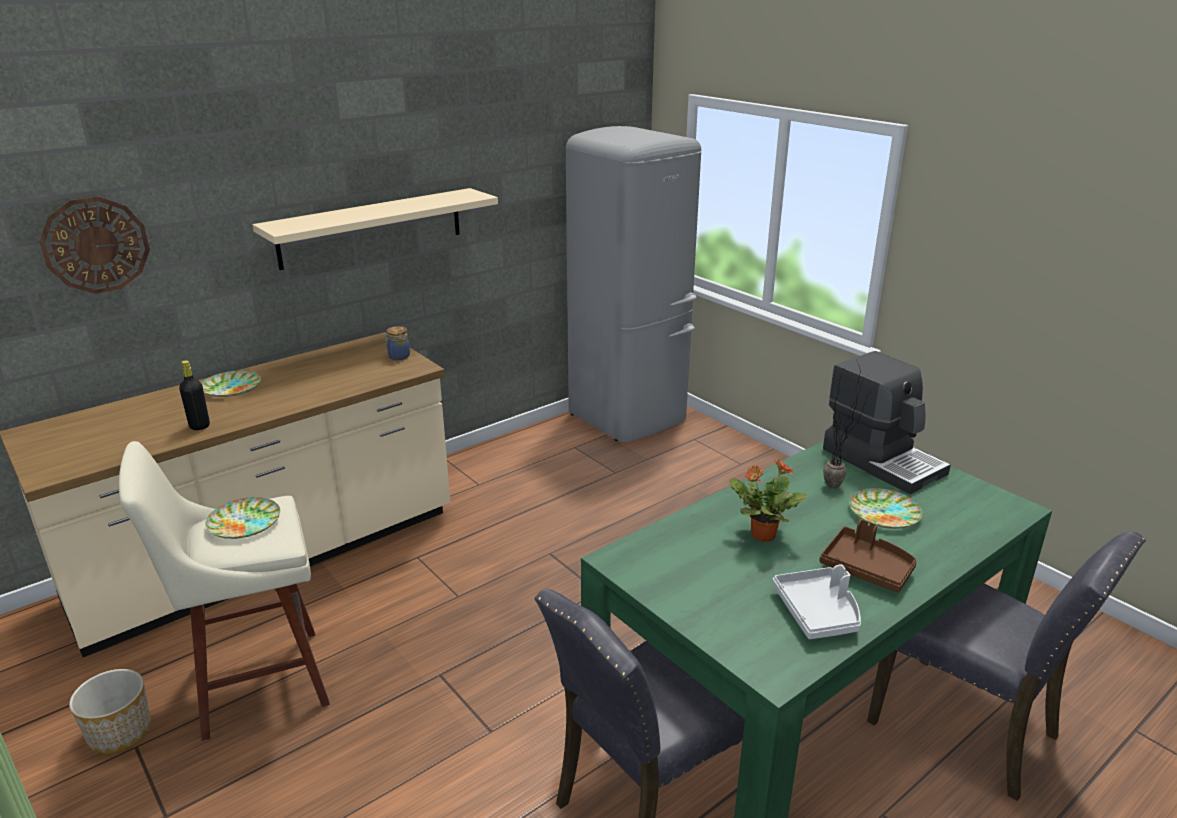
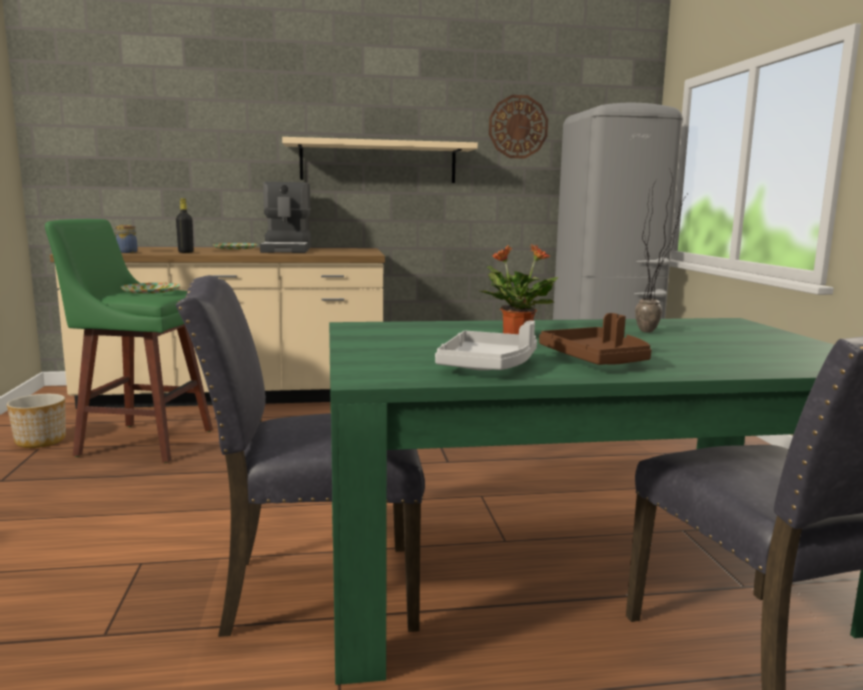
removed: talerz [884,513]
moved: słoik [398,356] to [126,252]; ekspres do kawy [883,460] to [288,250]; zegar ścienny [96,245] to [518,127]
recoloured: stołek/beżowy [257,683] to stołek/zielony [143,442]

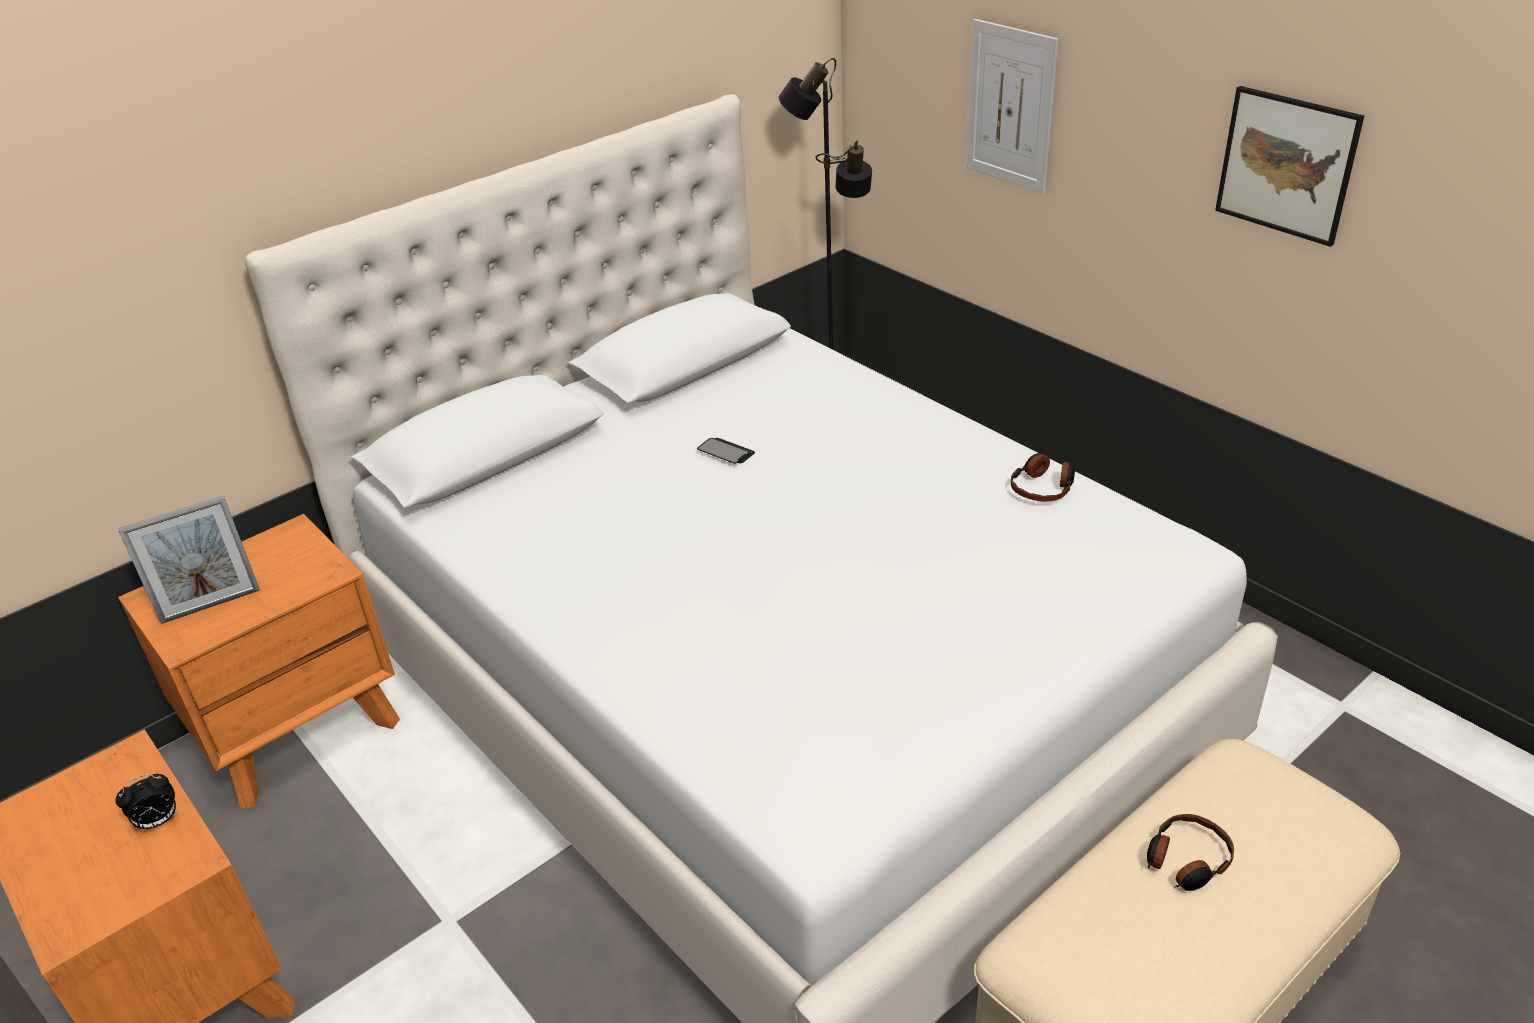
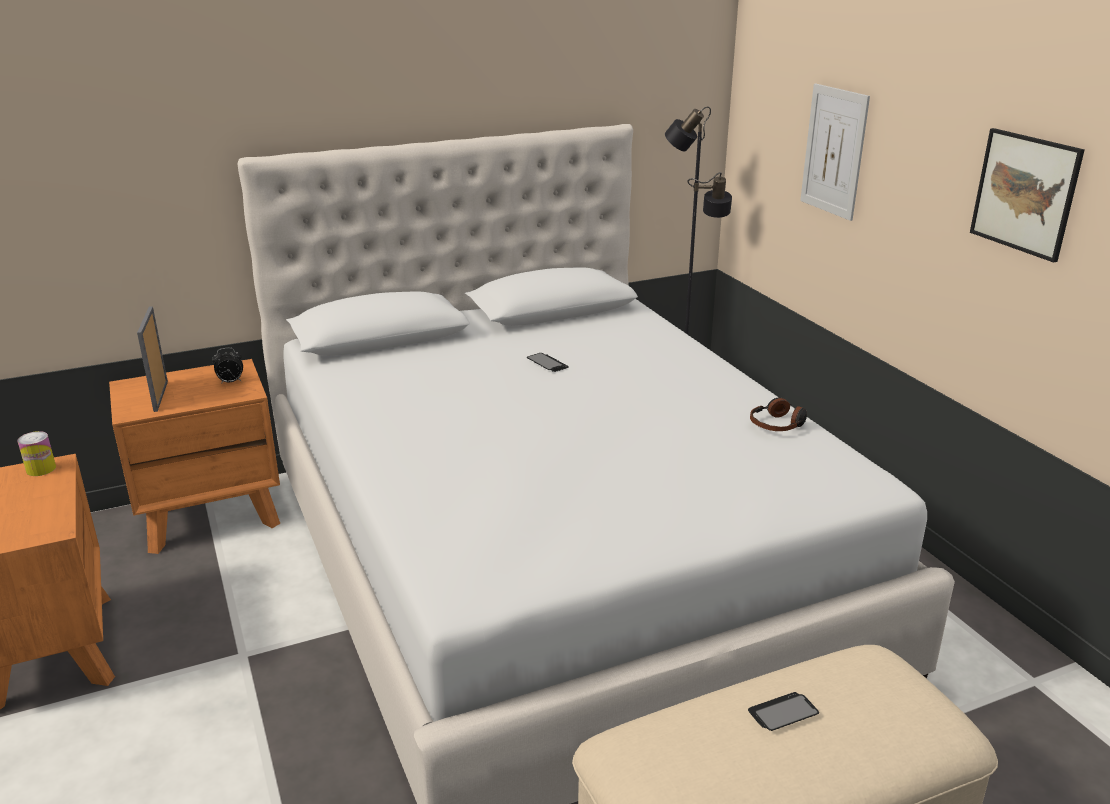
added: puszka [41,469]
moved: budzik [158,822] to [230,382]
replaced: słuchawki [1186,861] to telefon [782,713]
turned: ramka na zdjęcie [210,605] = [160,396] 90 degrees clockwise

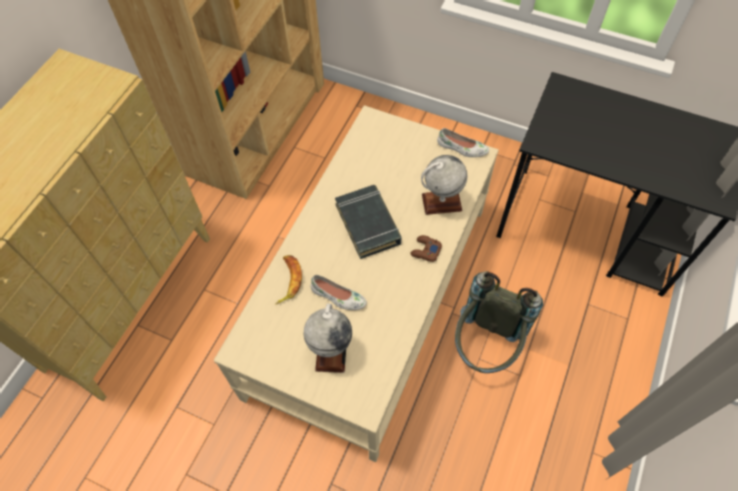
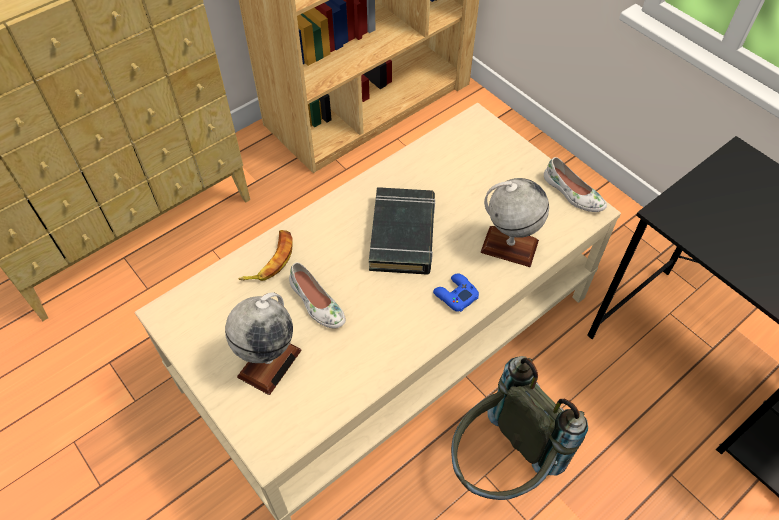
recoloured: pad do gier/brązowy [425,251] to pad do gier/niebieski [455,295]

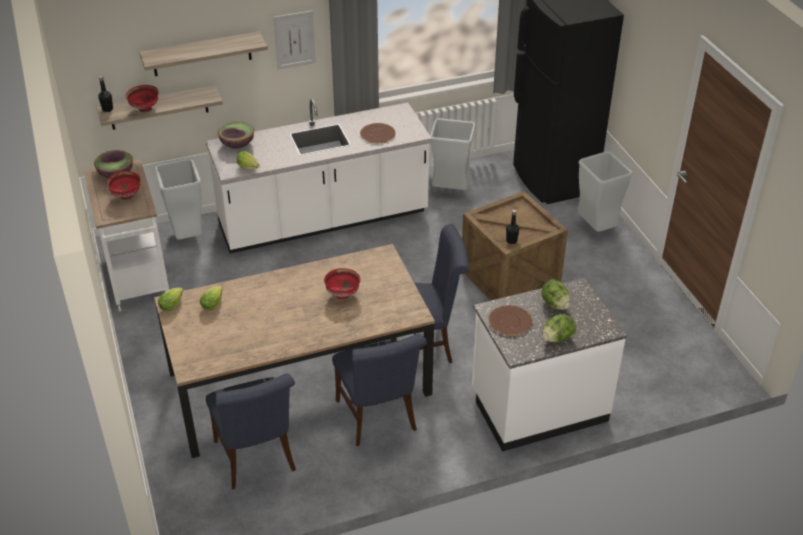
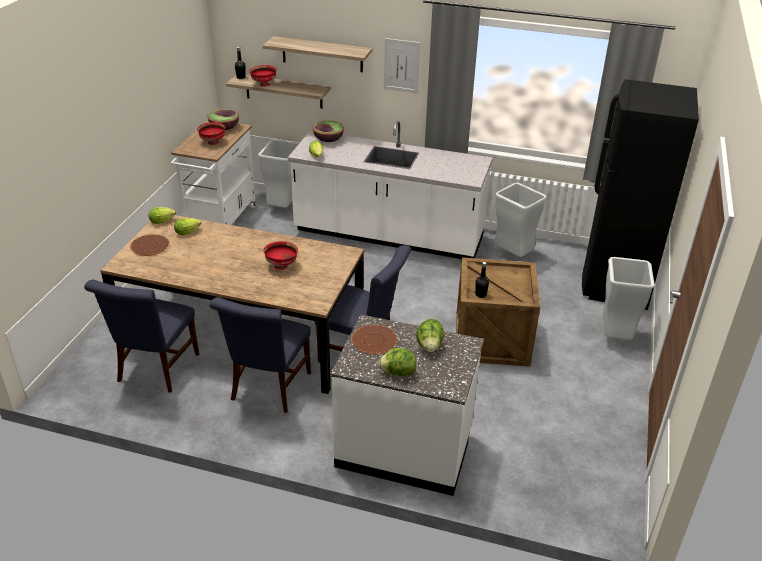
moved: talerz/brązowy [378,134] to [150,246]

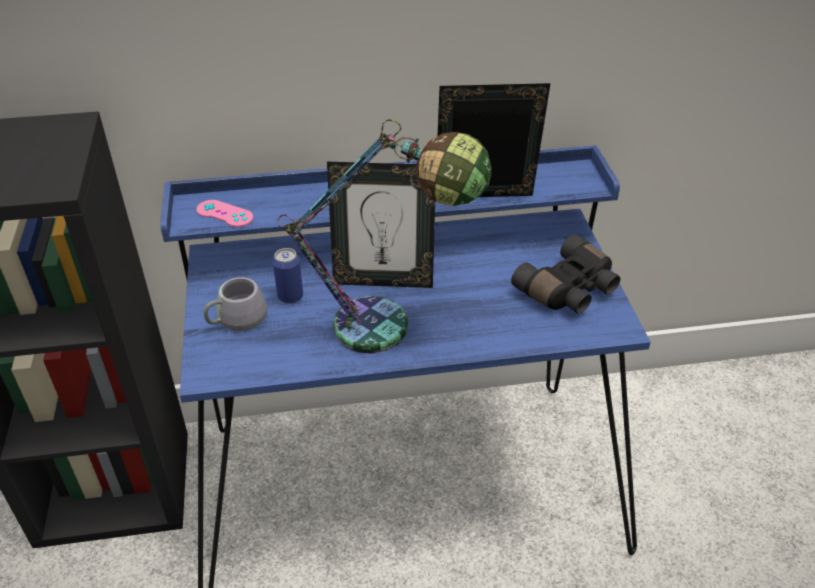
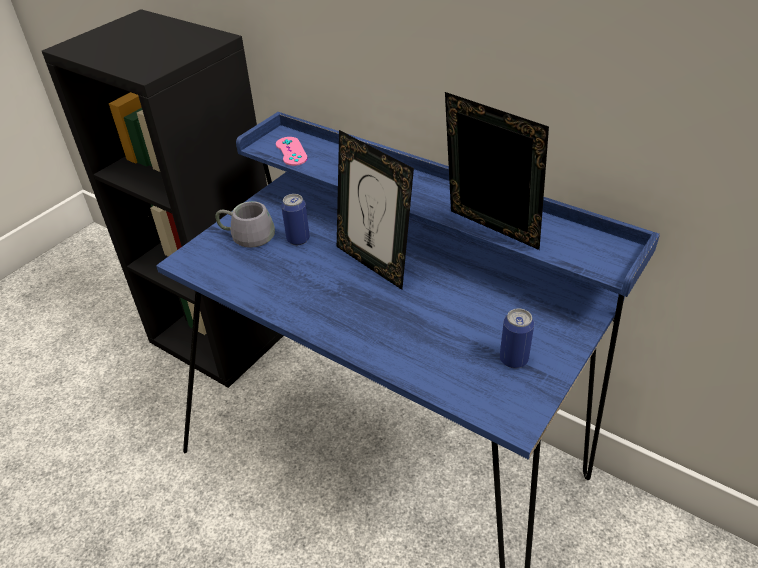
removed: lampa stołowa [393,331]
replaced: lornetka/czarny [569,290] to puszka [513,359]

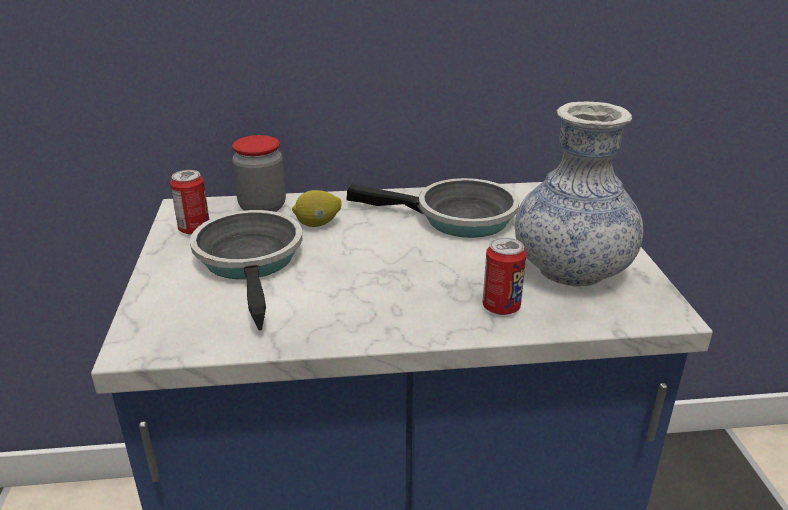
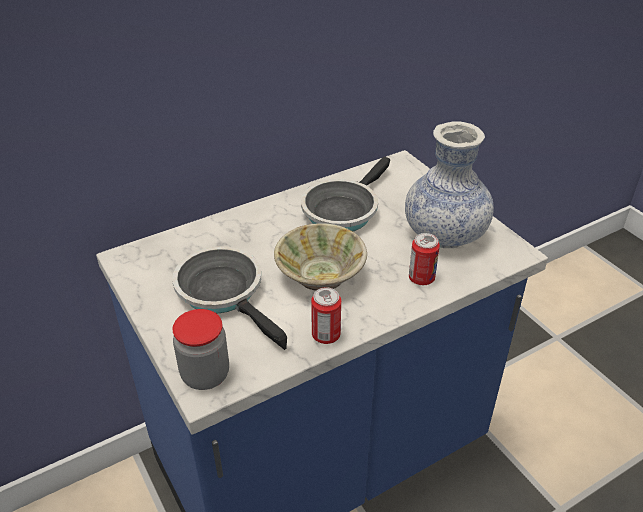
removed: cytryna [317,224]
added: miska/beżowy [320,276]
moved: słoik [262,207] to [205,375]; puszka [194,229] to [326,335]
turned: patelnia [457,218] = [342,210] 135 degrees clockwise

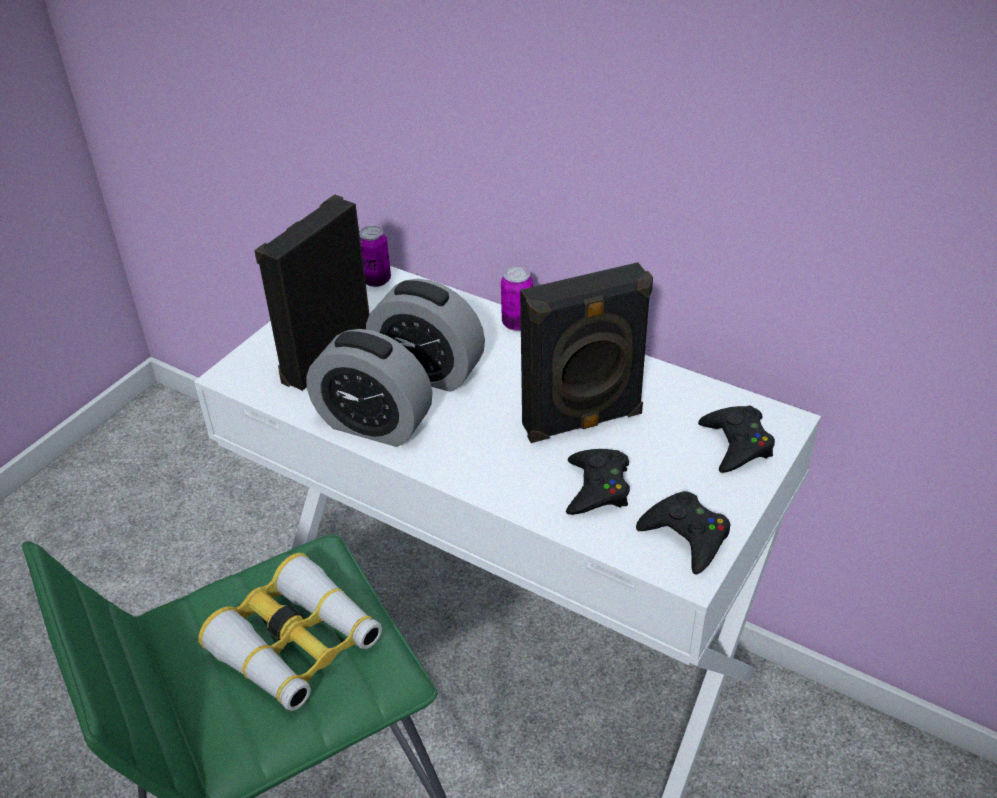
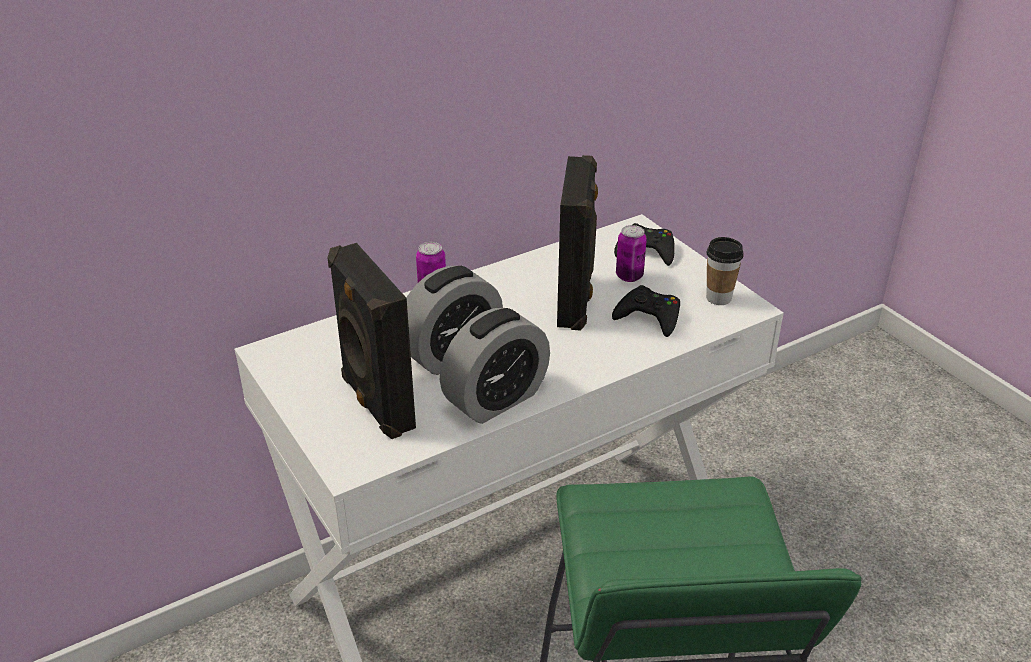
removed: lornetka [297,645]
moved: puszka [376,280] to [629,276]
replaced: pad do gier/czarny [686,536] to filiżanka [718,298]

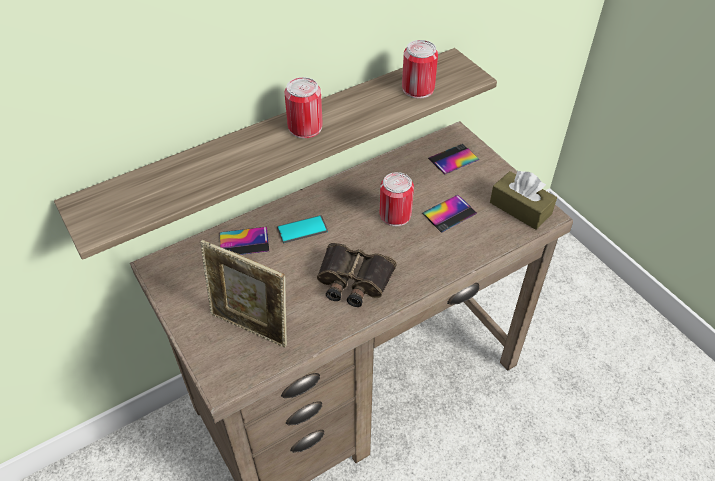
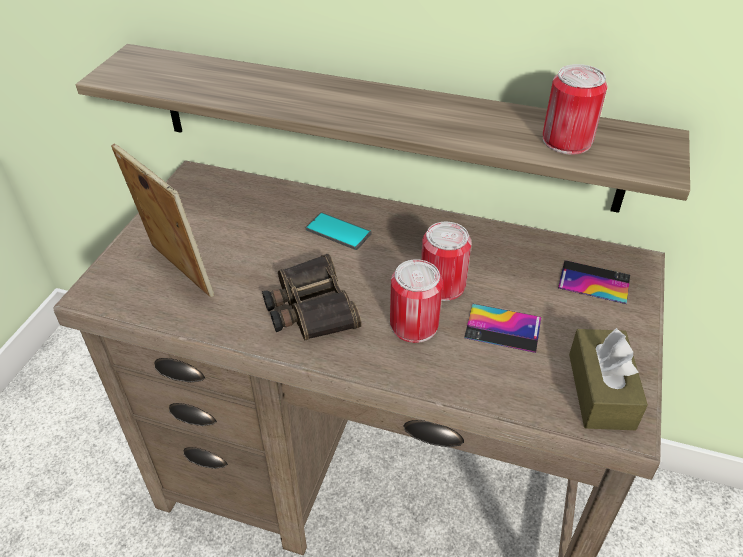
removed: telefon [244,242]
moved: puszka [305,127] to [414,325]
turned: ramka na zdjęcie [251,327] = [177,272] 150 degrees clockwise

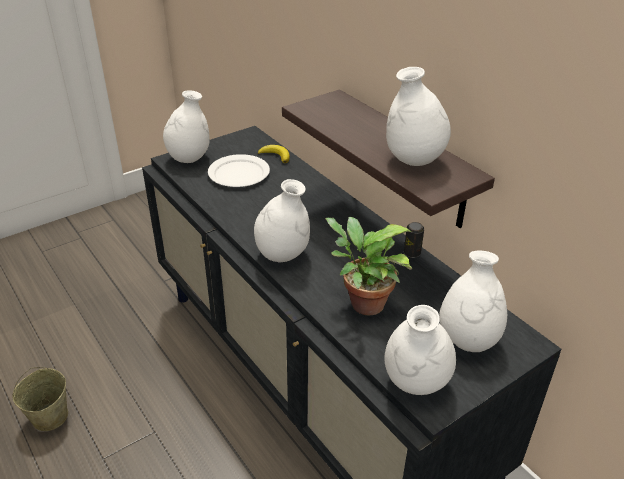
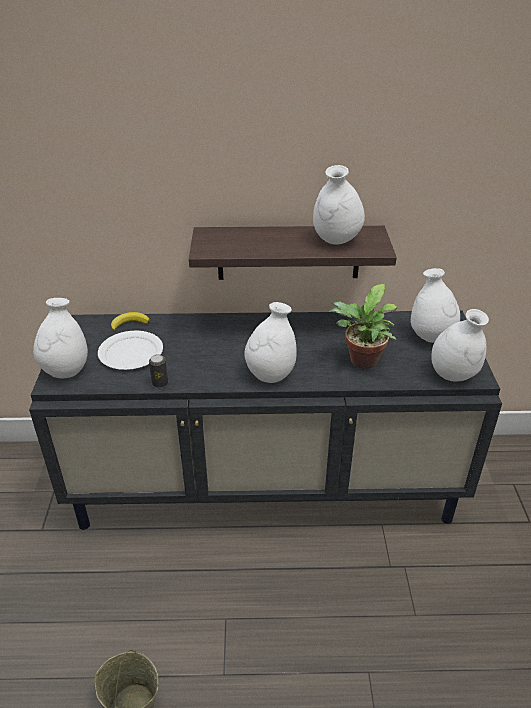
moved: puszka [412,253] to [160,383]

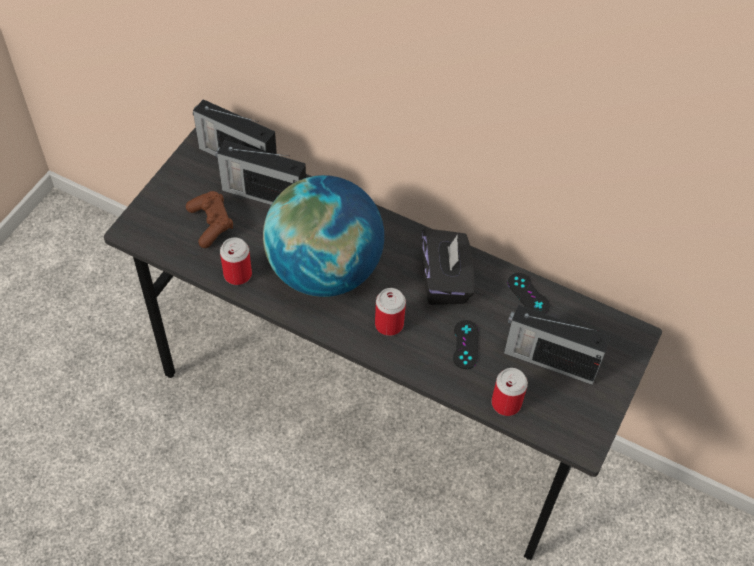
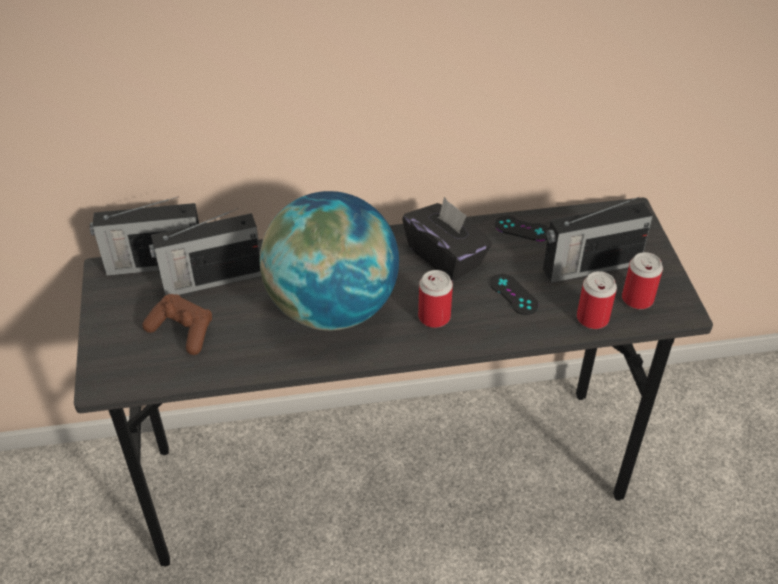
moved: puszka [237,274] to [637,299]

